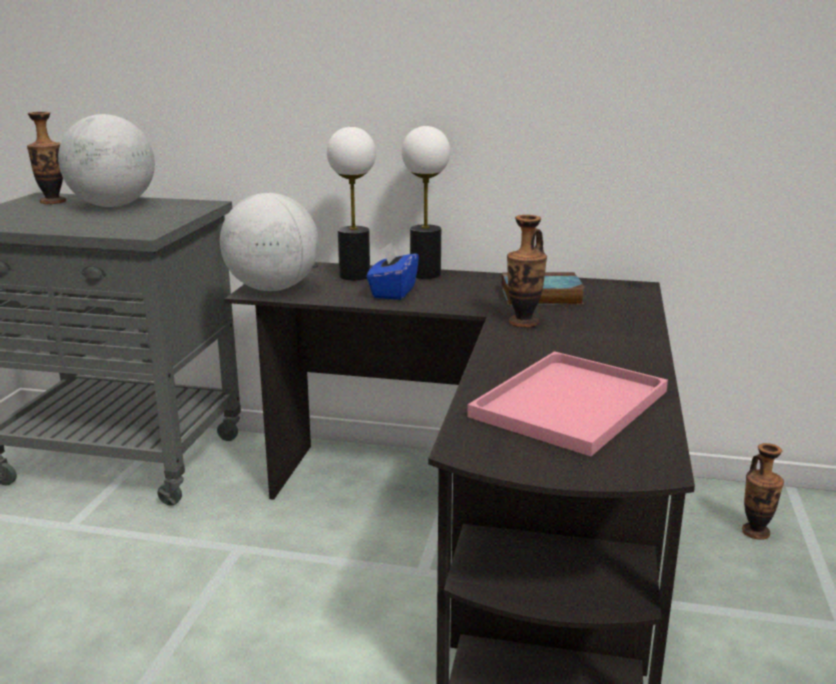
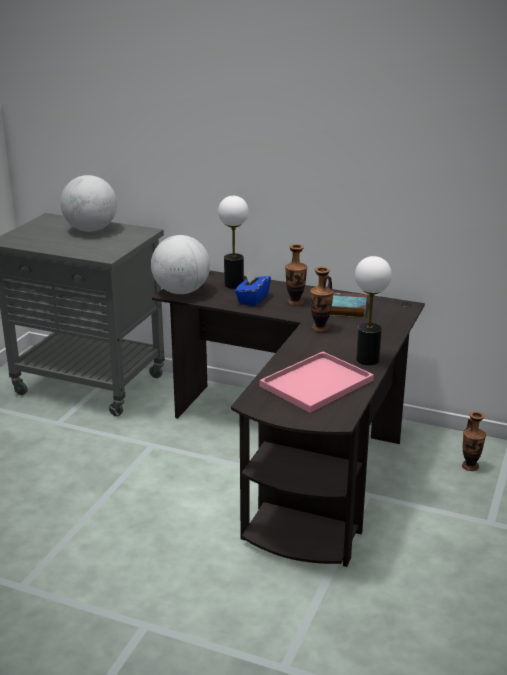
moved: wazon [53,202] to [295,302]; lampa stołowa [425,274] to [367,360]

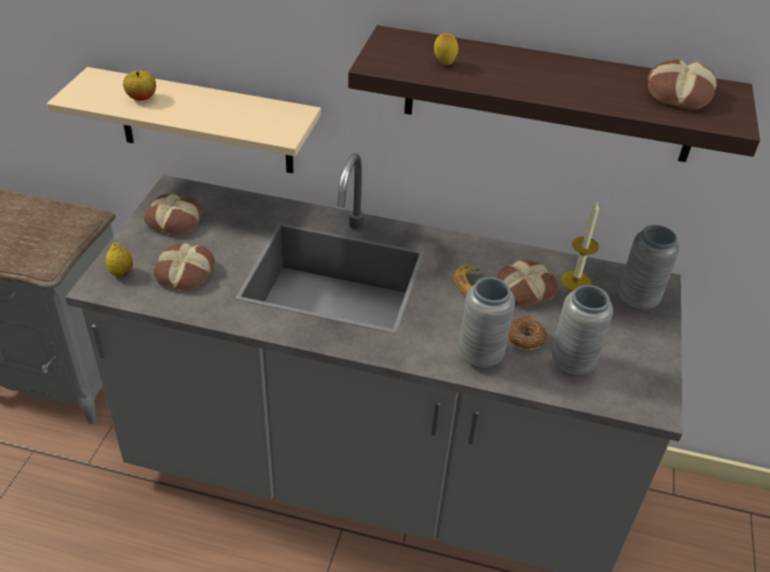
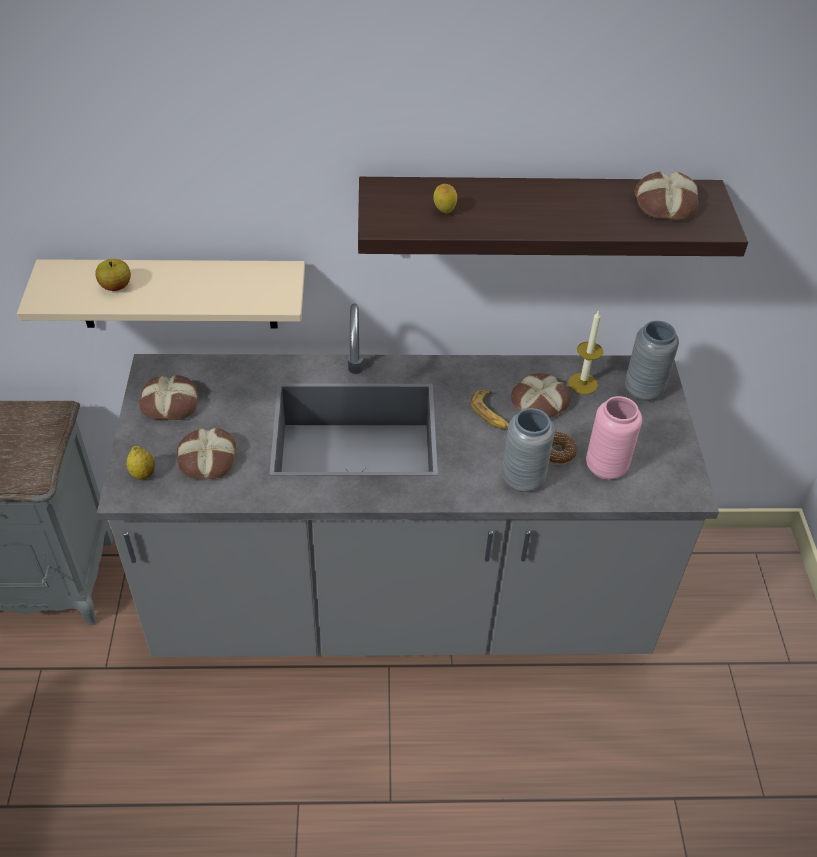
recoloured: wazon/szary [572,363] to wazon/różowy [606,467]

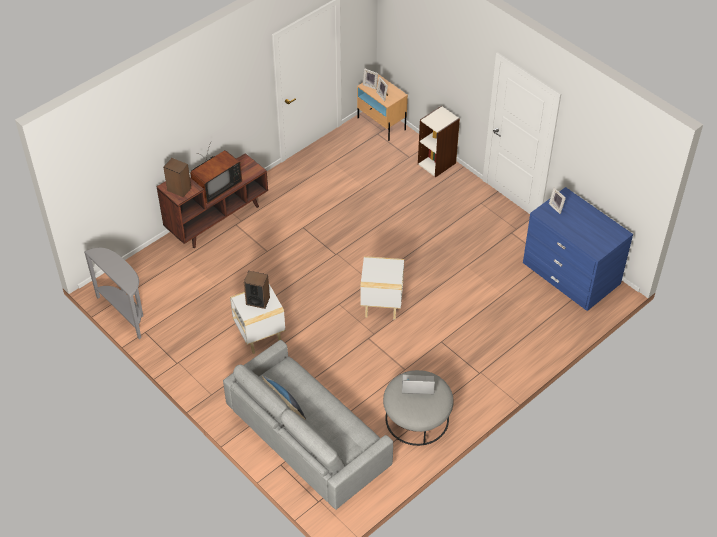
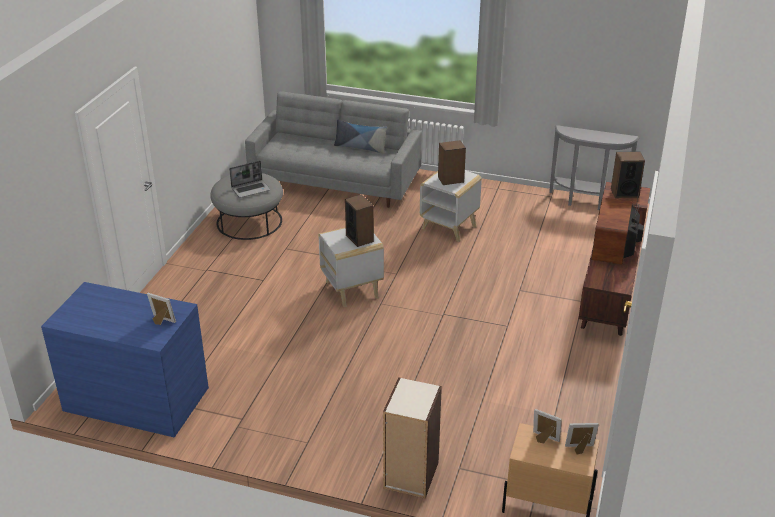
added: głośnik [359,238]

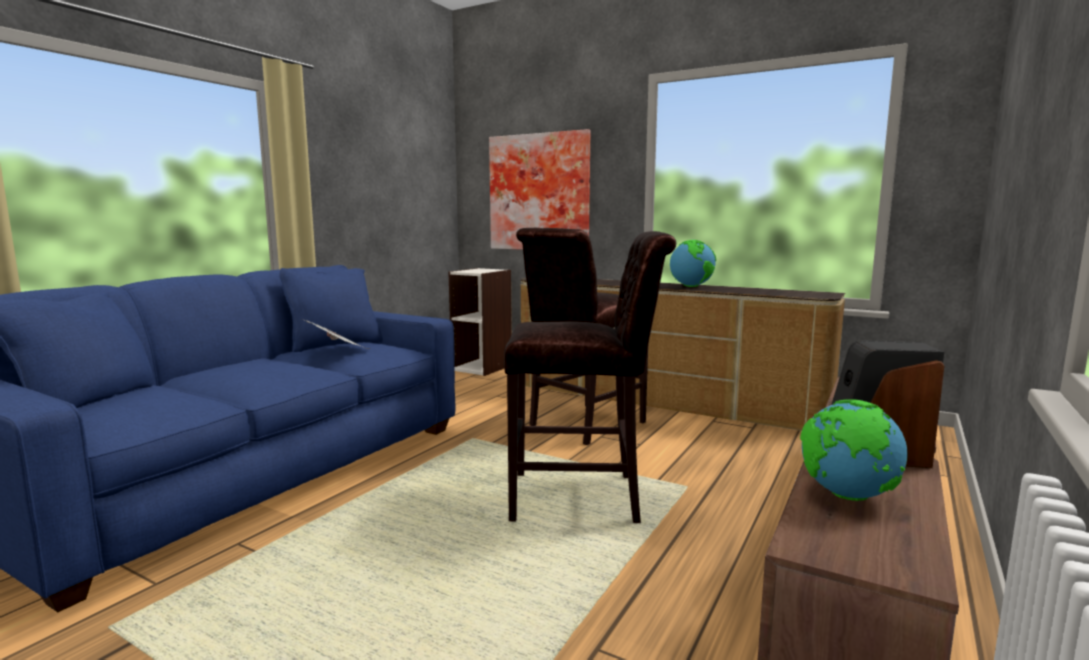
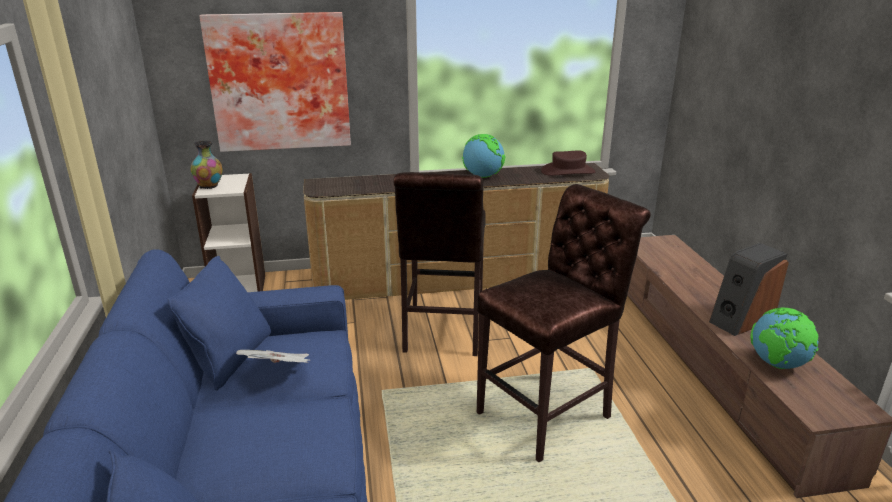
added: wazon [209,186]; kapelusz/brązowy [568,171]

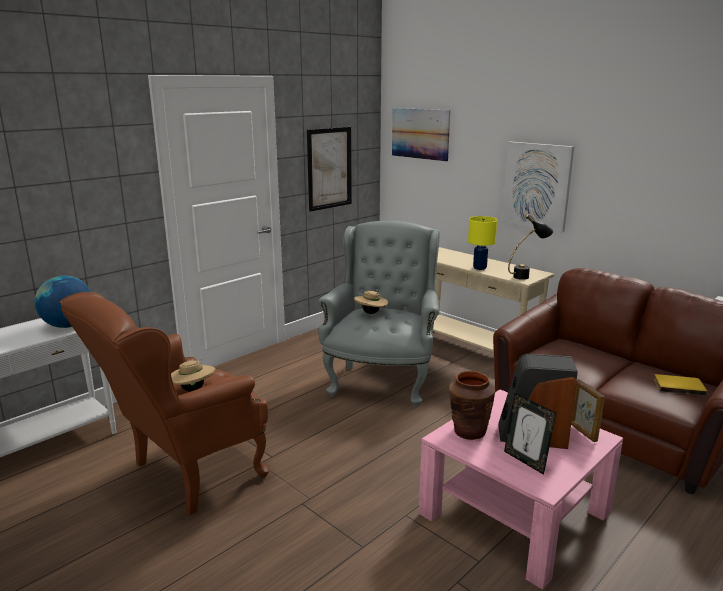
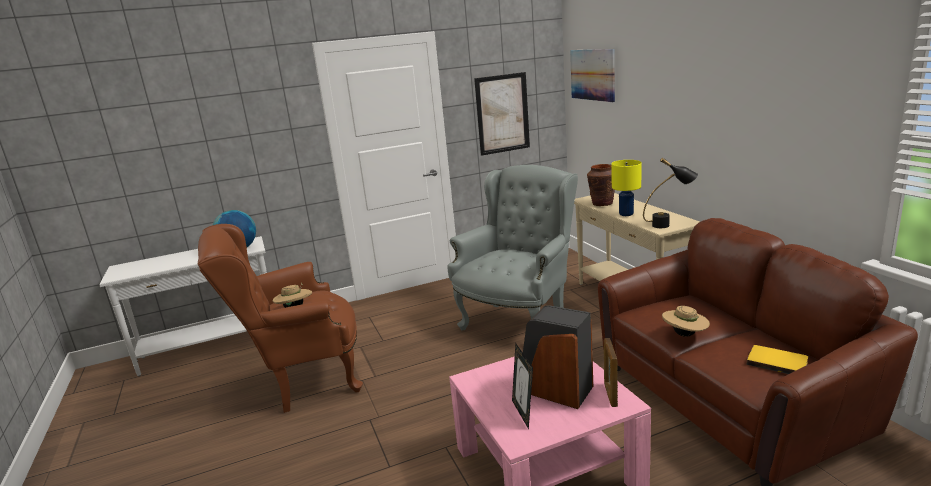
removed: obraz [537,185]
moved: wazon/brązowy [469,431] to [602,203]; kapelusz/beżowy [371,313] to [685,335]

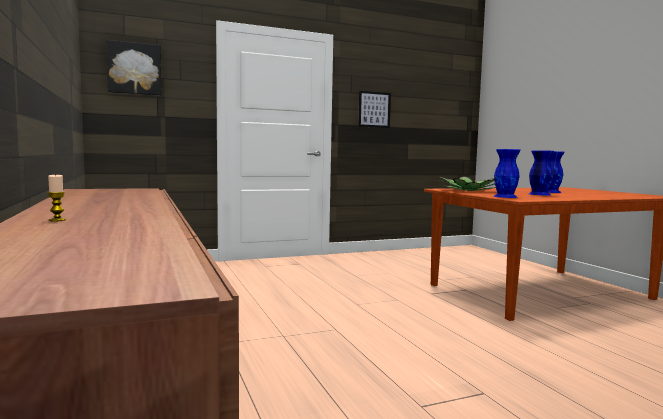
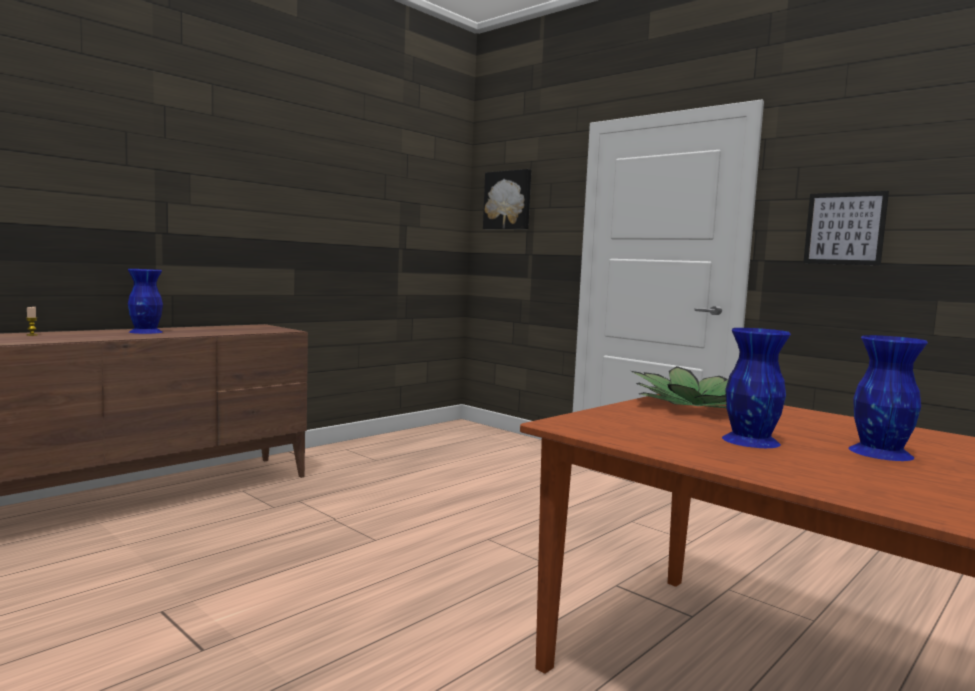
moved: wazon/niebieski [505,196] to [146,332]

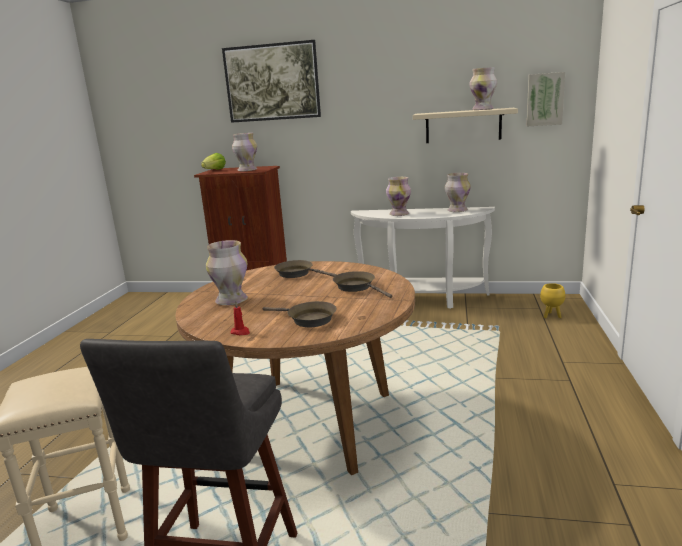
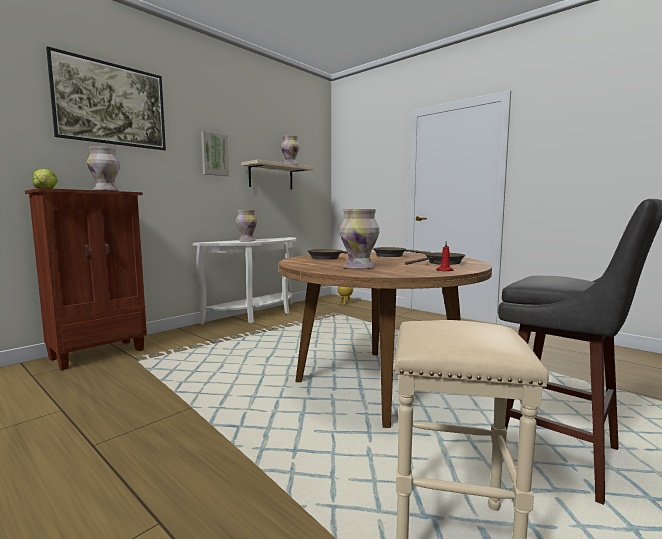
removed: wazon [457,210]
moved: obraz [545,99] to [214,154]

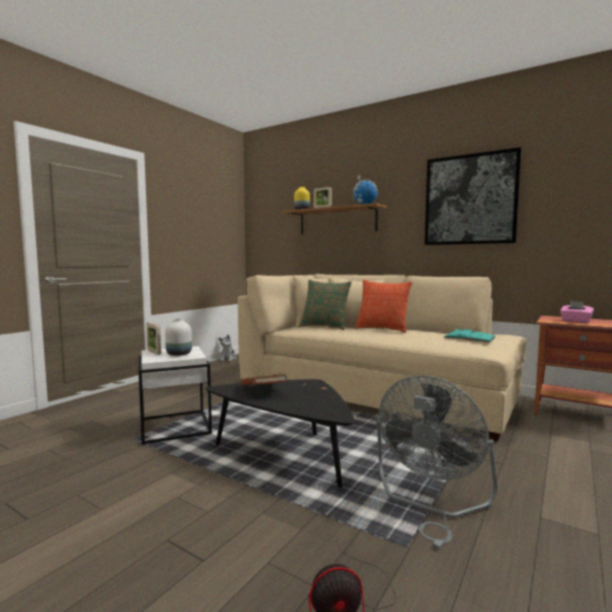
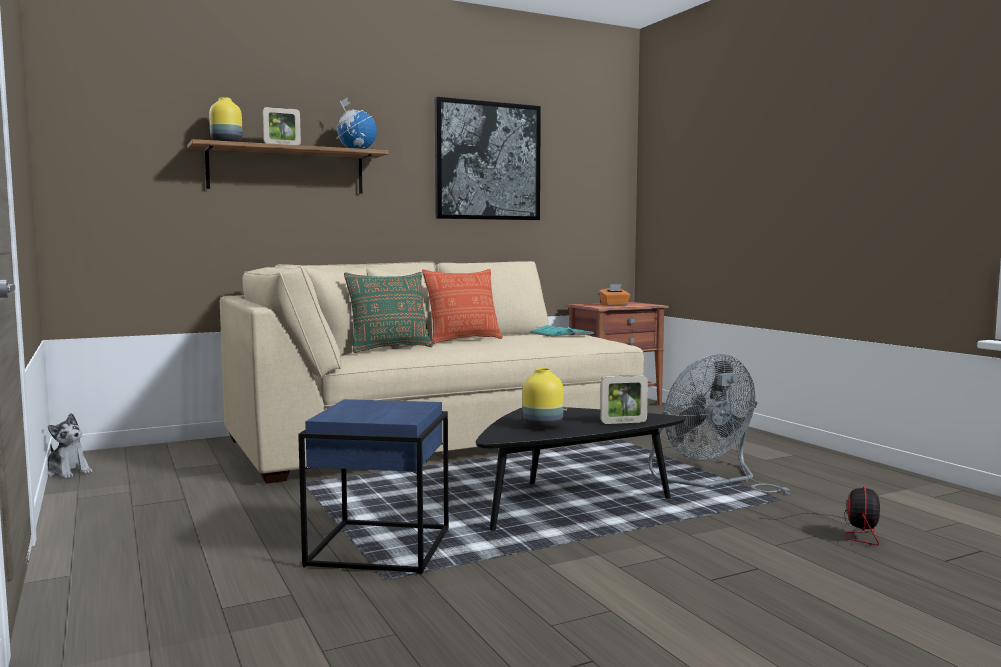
removed: wazon/biały [178,354]
moved: ramka na zdjęcie [154,352] to [623,422]
replaced: książka/brązowy [264,391] to wazon/żółty [542,426]
recoloured: stolik/biały [176,426] to stolik/niebieski [379,546]; pudełko chusteczek/różowy [575,321] to pudełko chusteczek/pomarańczowy [614,305]

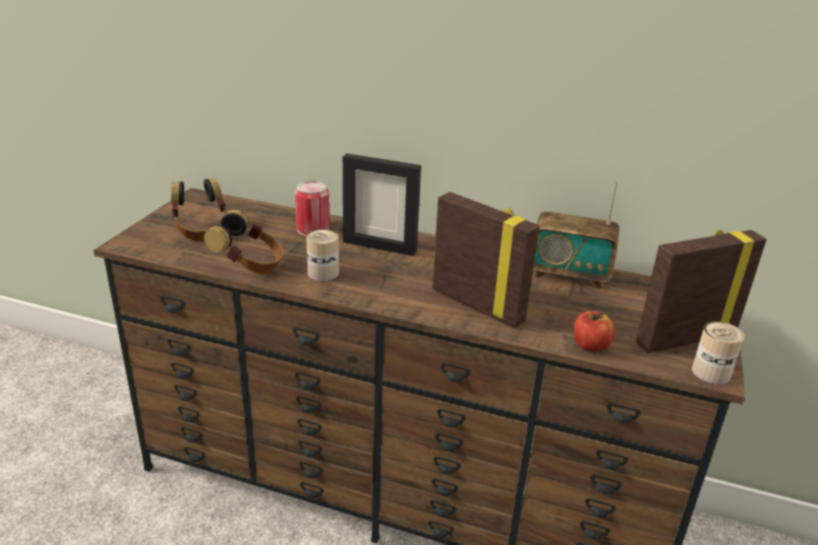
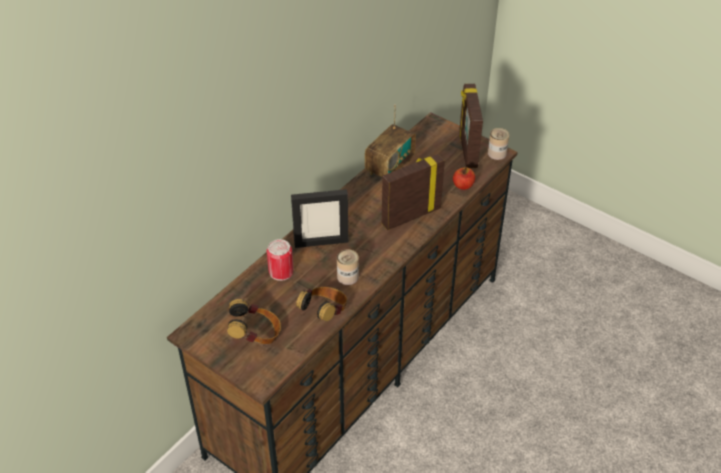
turned: ramka na zdjęcie [380,246] = [321,241] 45 degrees clockwise

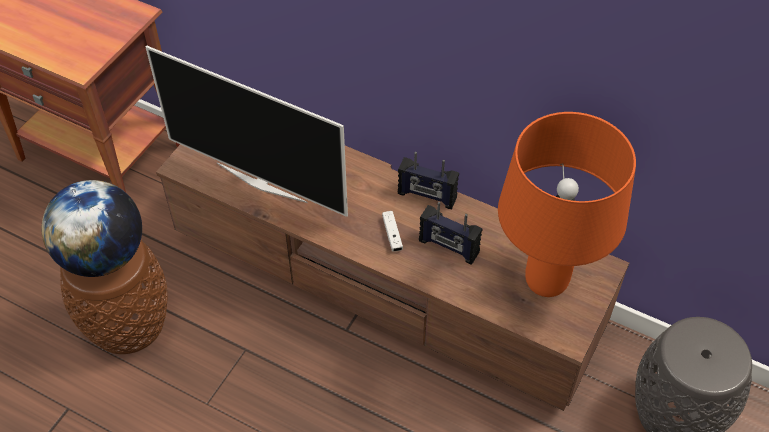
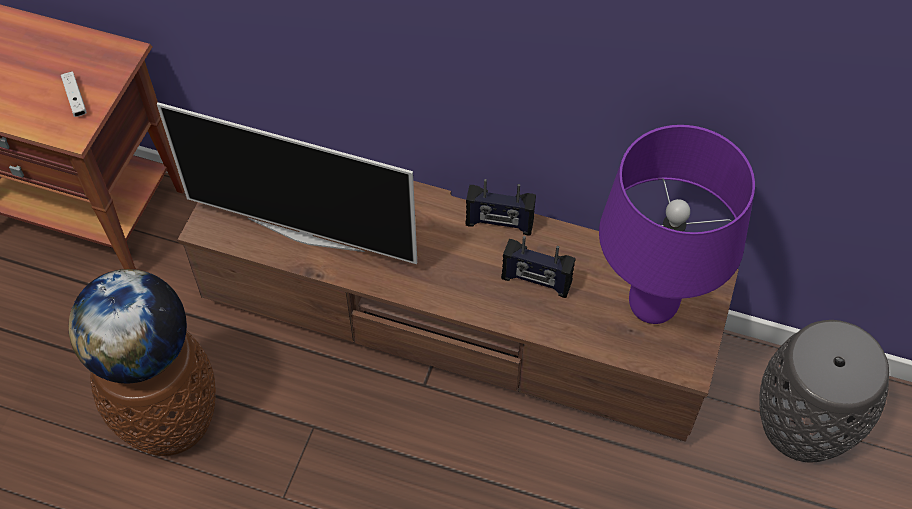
moved: pad do gier/biały [392,234] to [75,99]
recoloured: lampa stołowa/pomarańczowy [547,282] to lampa stołowa/fioletowy [653,306]

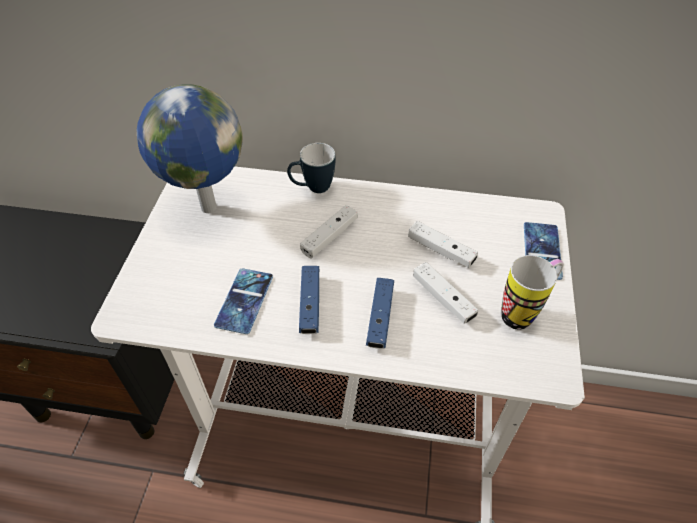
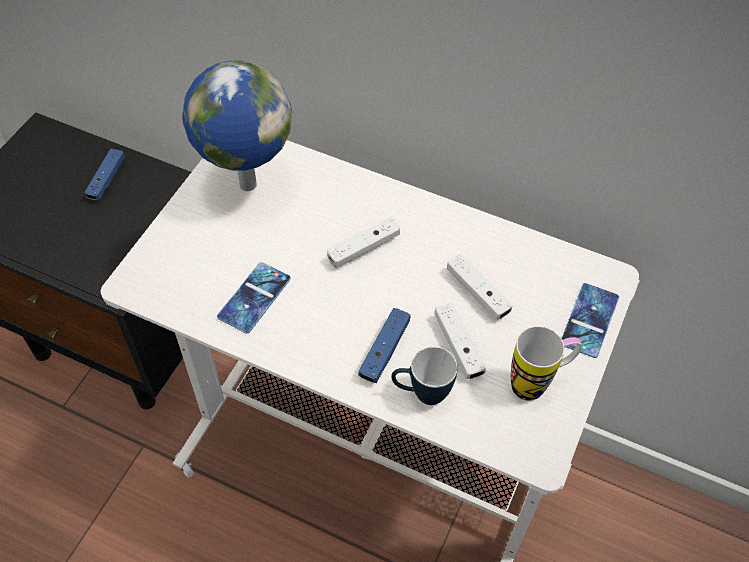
moved: pad do gier/niebieski [310,305] to [107,180]; kubek [312,188] to [421,394]

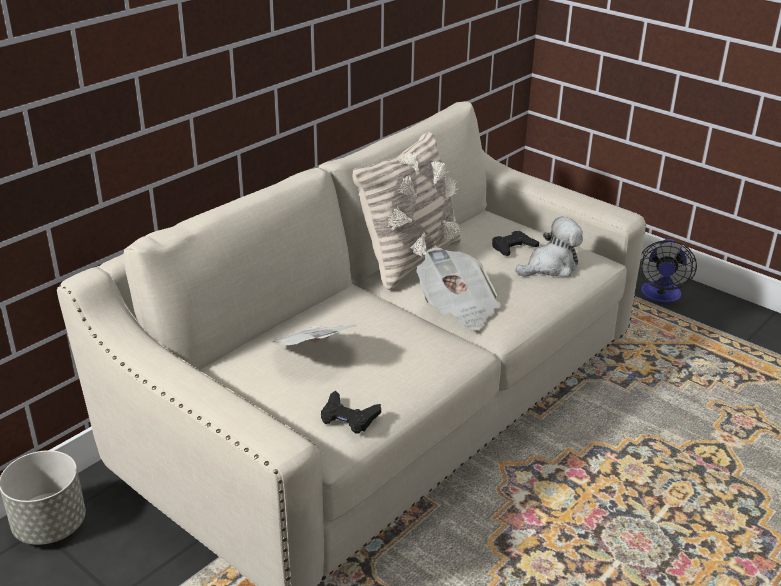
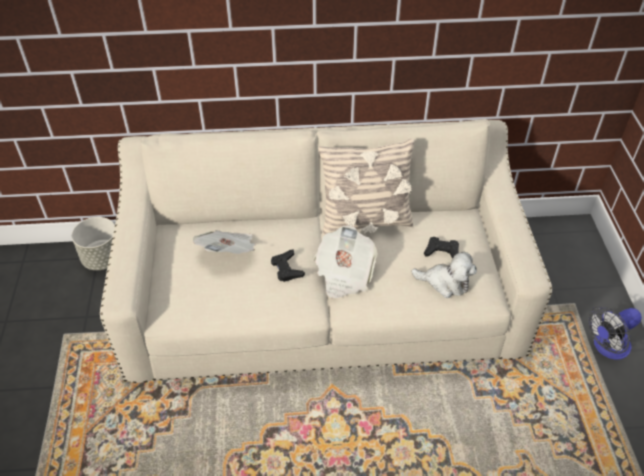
moved: pad do gier/czarny [348,417] to [286,268]

